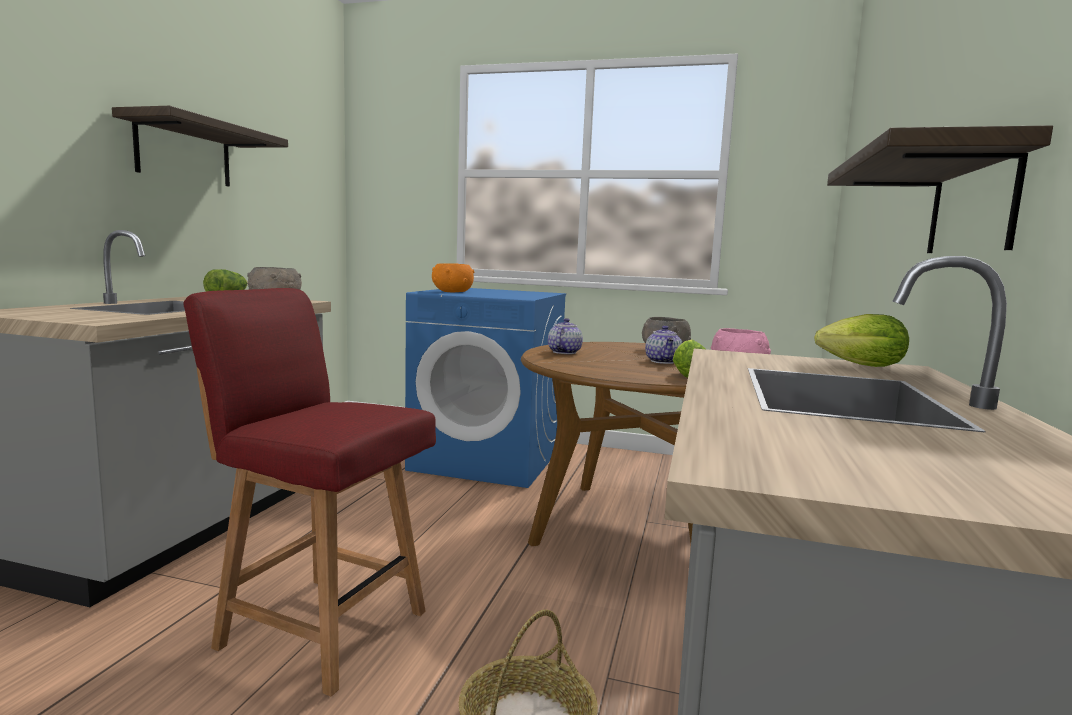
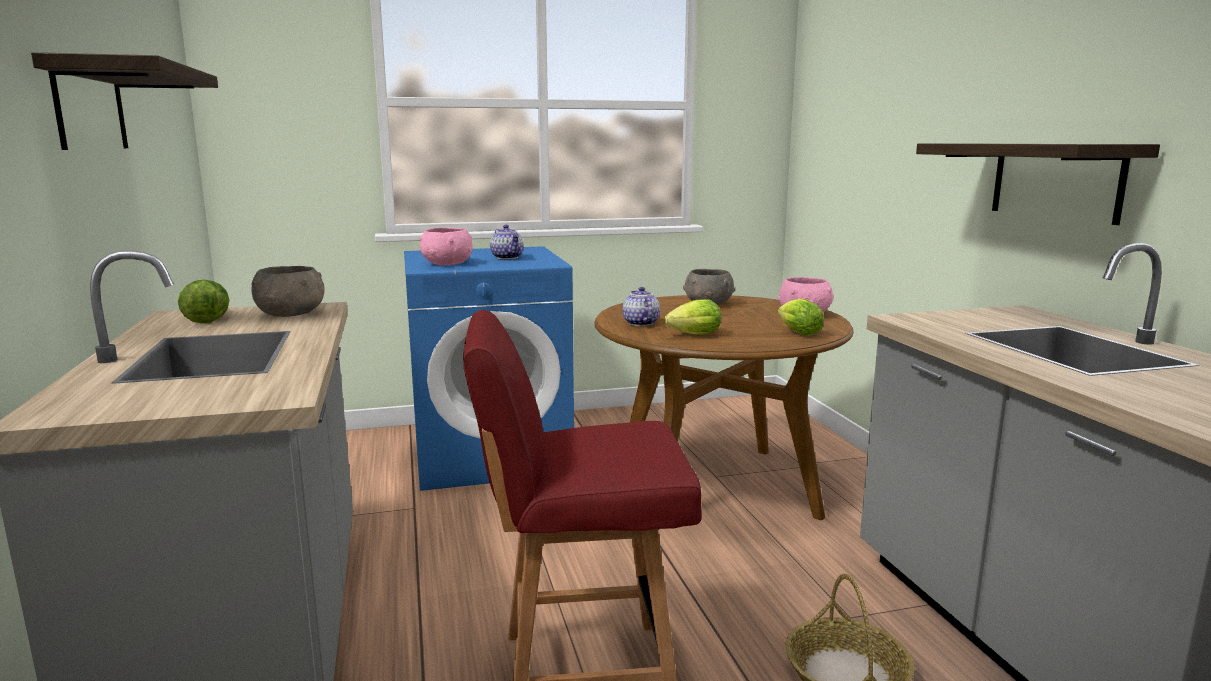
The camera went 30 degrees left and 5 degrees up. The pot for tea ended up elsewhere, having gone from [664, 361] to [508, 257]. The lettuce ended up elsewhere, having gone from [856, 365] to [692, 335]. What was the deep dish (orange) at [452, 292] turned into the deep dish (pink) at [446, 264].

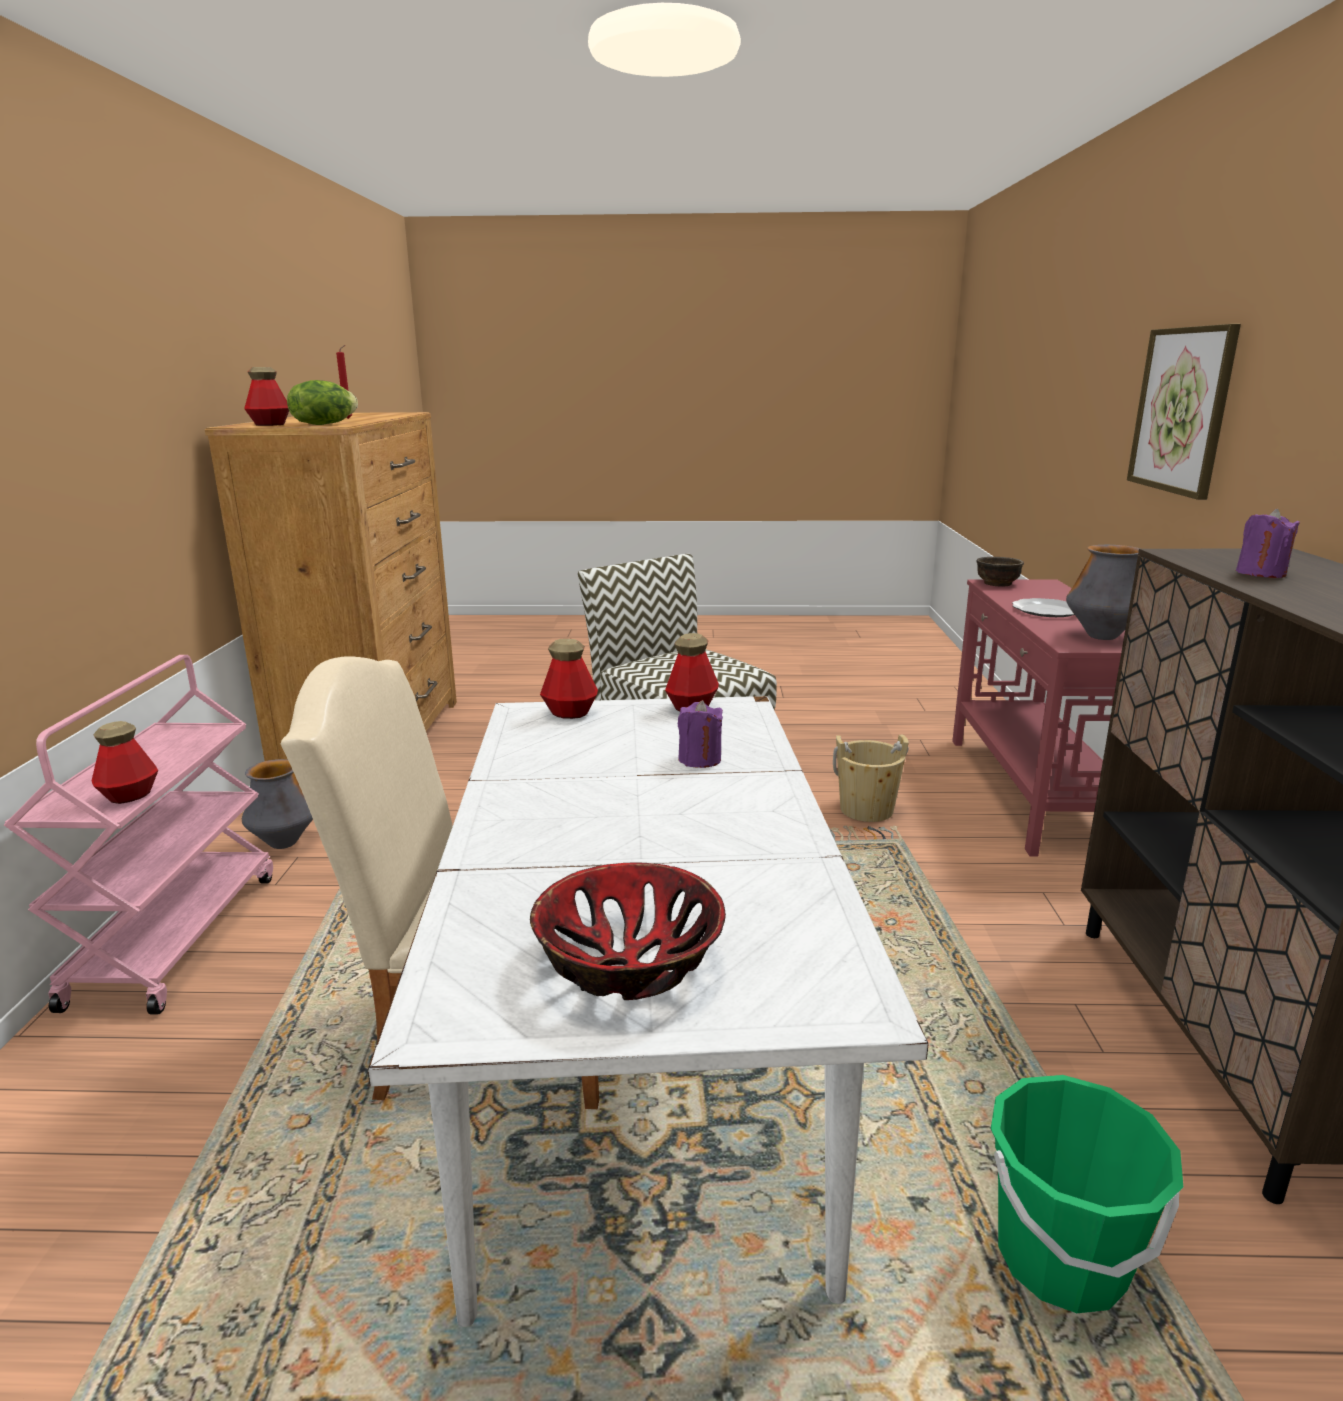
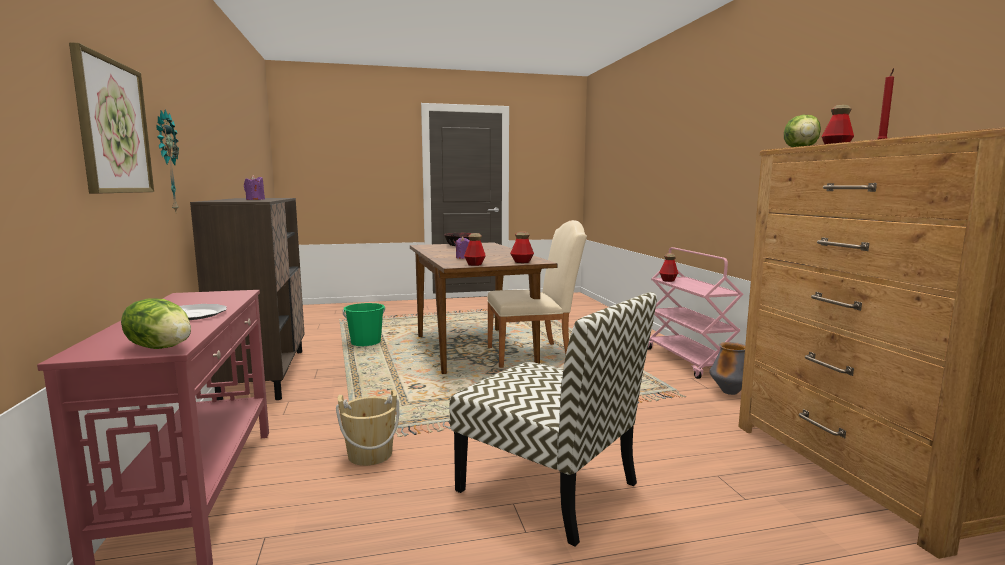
The camera went 165 degrees right and 10 degrees down. The second view lost the decorative vase at [1101, 636]. The second view gained the hanging clock at [165, 162]. Where the deep dish (brownish) stood at [997, 584], the lettuce came to stand at [161, 347]. What was the dining table (whitish) at [644, 1105] turned into the dining table (brownish) at [474, 349].

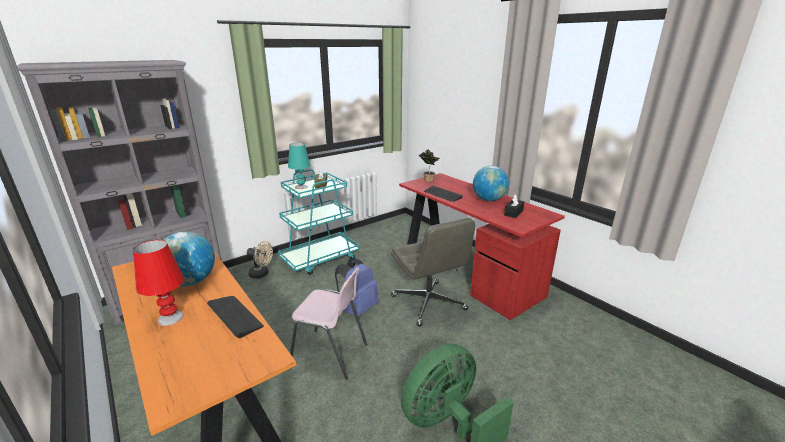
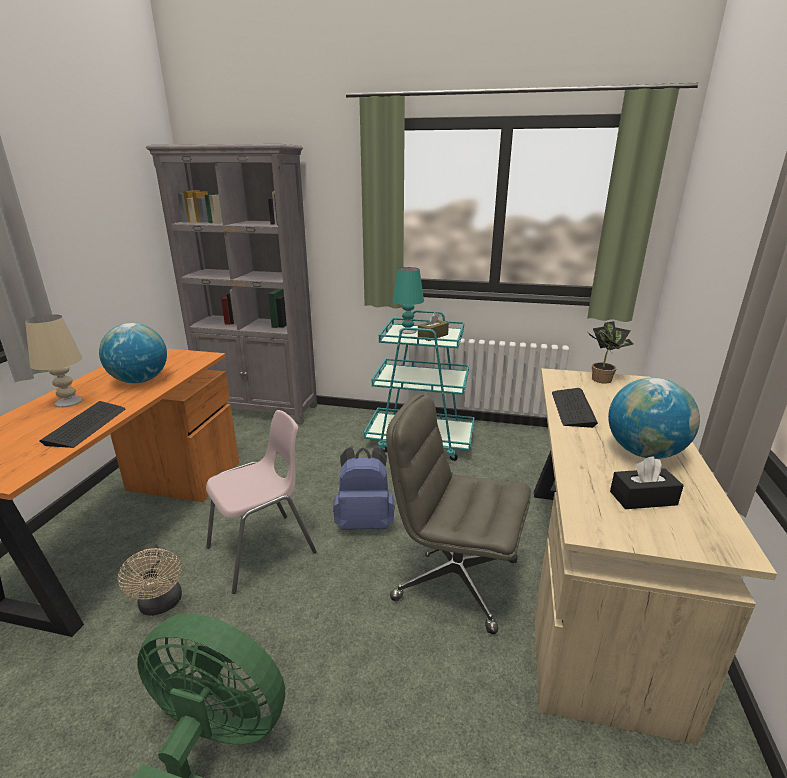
The camera went 50 degrees right and 0 degrees up. The electric fan (beige-coloured) ended up elsewhere, having gone from [262, 274] to [161, 605]. What was the tabletop lamp (red) at [171, 318] turned into the tabletop lamp (beige-coloured) at [68, 402]. What was the desk table (red) at [467, 272] turned into the desk table (beige-coloured) at [590, 577]. The plain chair (pink) at [330, 354] ended up facing another way, 105 degrees counterclockwise from before. The computer chair (grey) at [429, 303] ended up facing another way, 90 degrees clockwise from before.

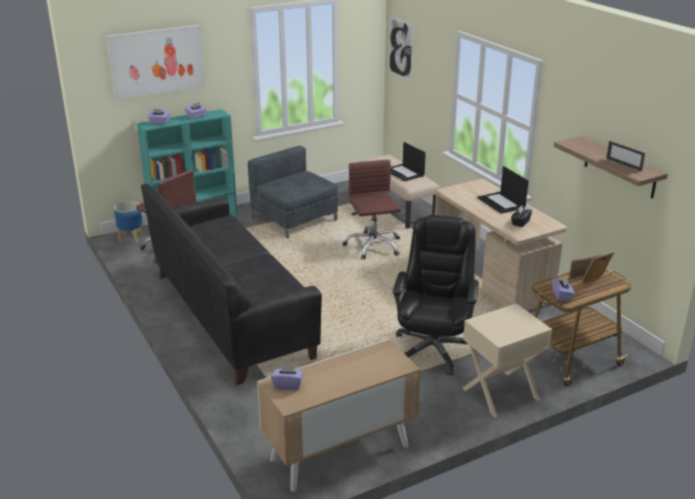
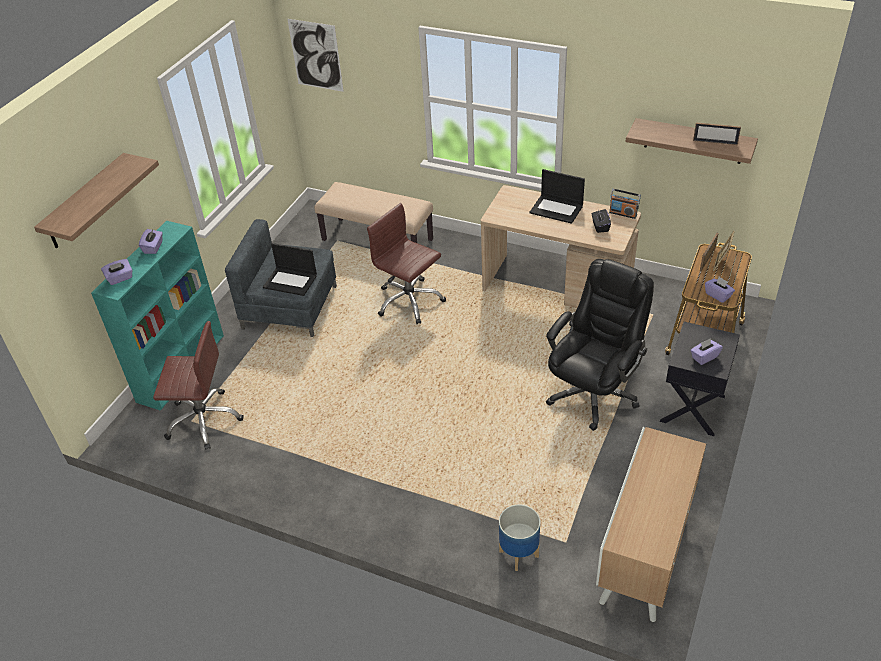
The camera went 35 degrees left and 15 degrees up. The second view lost the sofa (black) at [231, 315]. The second view gained the radio receiver at [623, 213]. The planter ended up elsewhere, having gone from [131, 238] to [518, 554]. The tissue box (purple) ended up elsewhere, having gone from [288, 385] to [704, 357]. The portable computer ended up elsewhere, having gone from [404, 173] to [291, 281]. Where the wall art hung at [156, 61], the shelf came to hang at [86, 202]. What was the nightstand (beige-coloured) at [501, 394] turned into the nightstand (black) at [693, 409]. The computer chair (black) at [433, 348] ended up facing another way, 60 degrees clockwise from before.

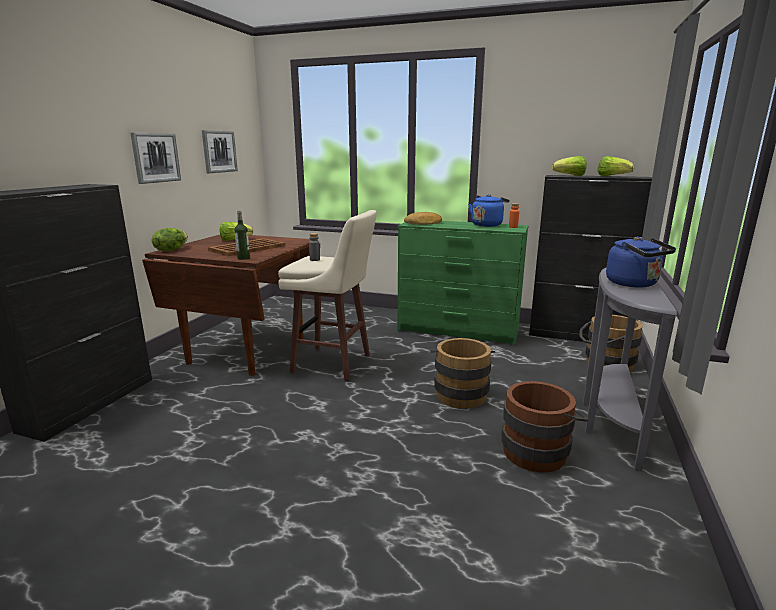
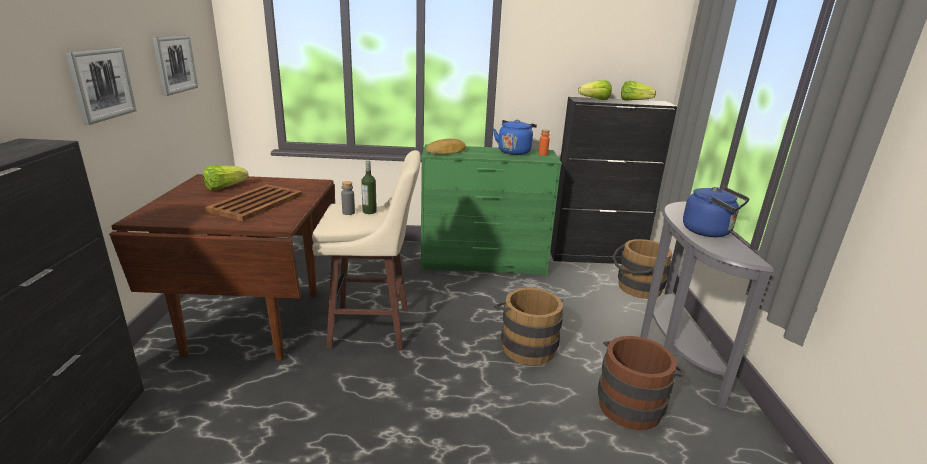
The camera went 20 degrees left and 5 degrees up. The second view lost the lettuce at [171, 250]. The bottle ended up elsewhere, having gone from [243, 258] to [369, 211].

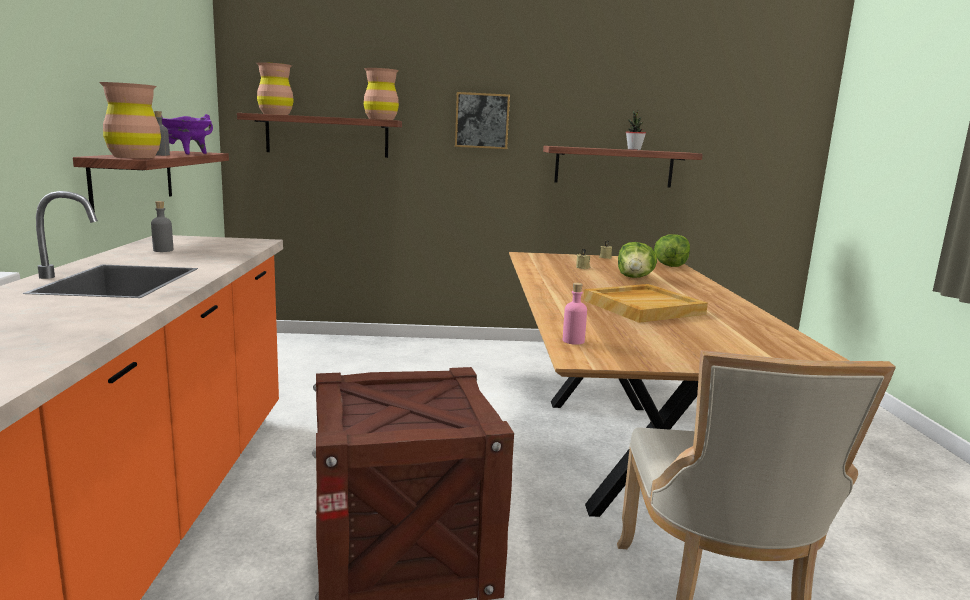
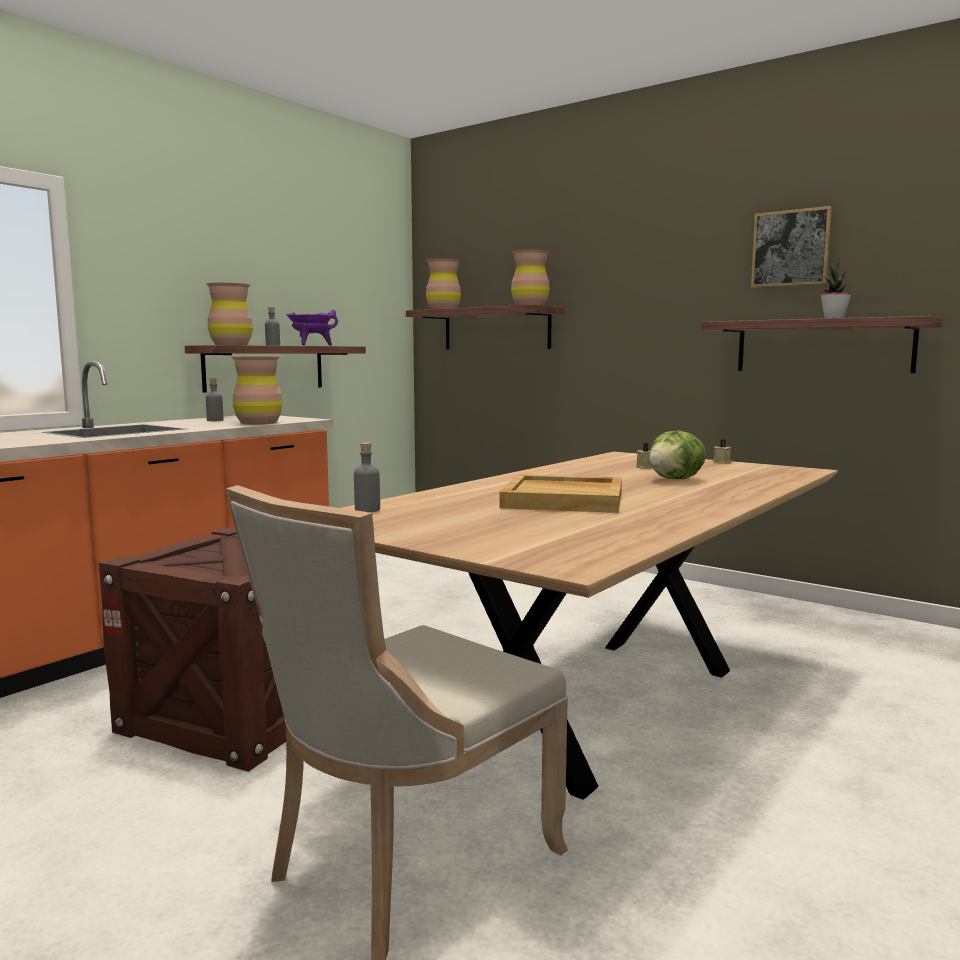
The camera went 40 degrees right and 5 degrees down. The second view lost the lettuce at [670, 266]. The second view gained the decorative vase (brownish) at [258, 423]. The wall art ended up elsewhere, having gone from [482, 120] to [790, 248]. What was the bottle (pink) at [573, 341] turned into the bottle (grey) at [367, 510].

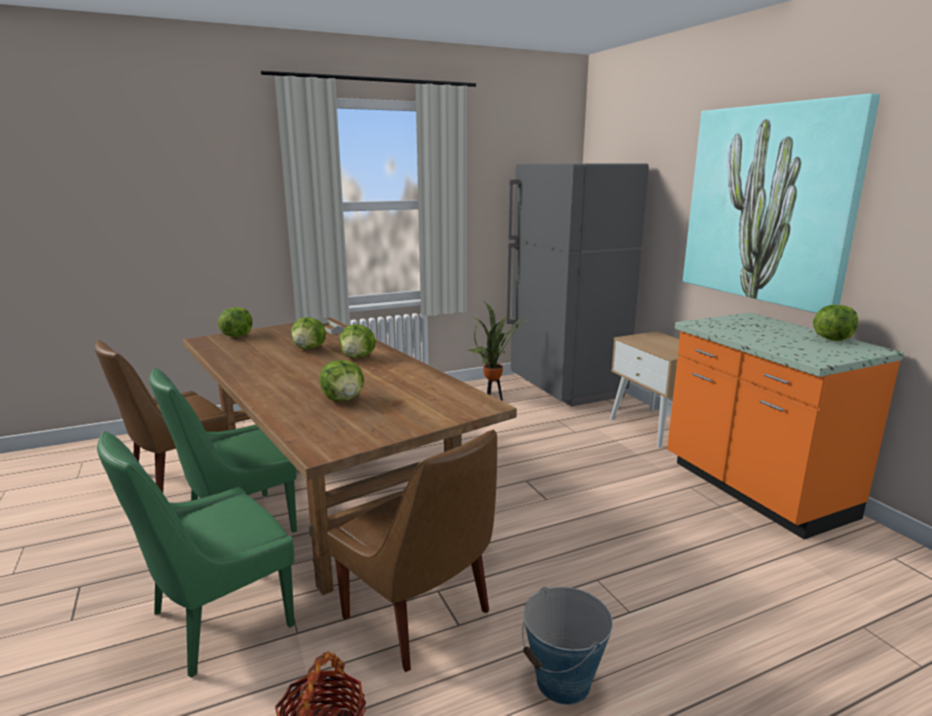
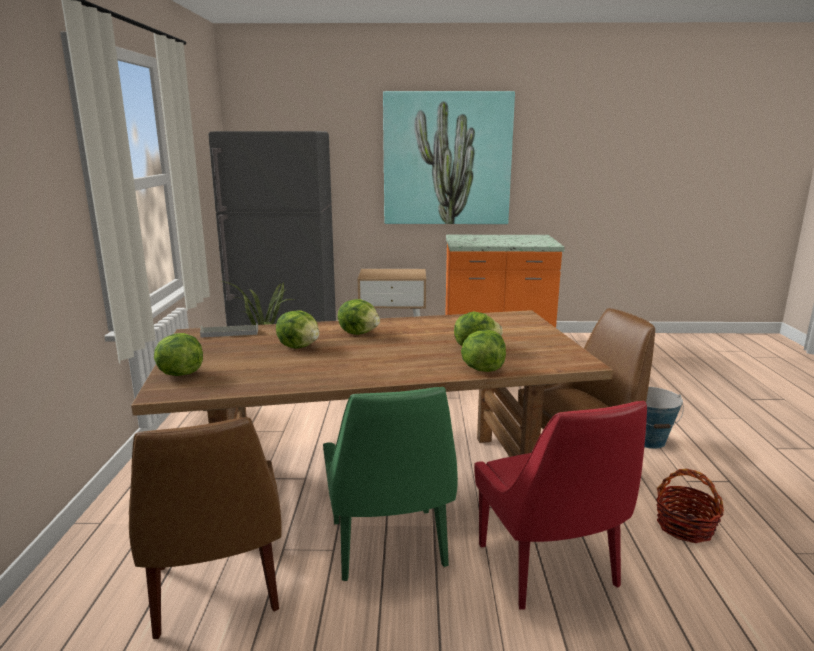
The camera went 65 degrees left and 0 degrees up. The lettuce ended up elsewhere, having gone from [832, 339] to [482, 369]. What was the plain chair (green) at [216, 621] turned into the plain chair (red) at [549, 568].

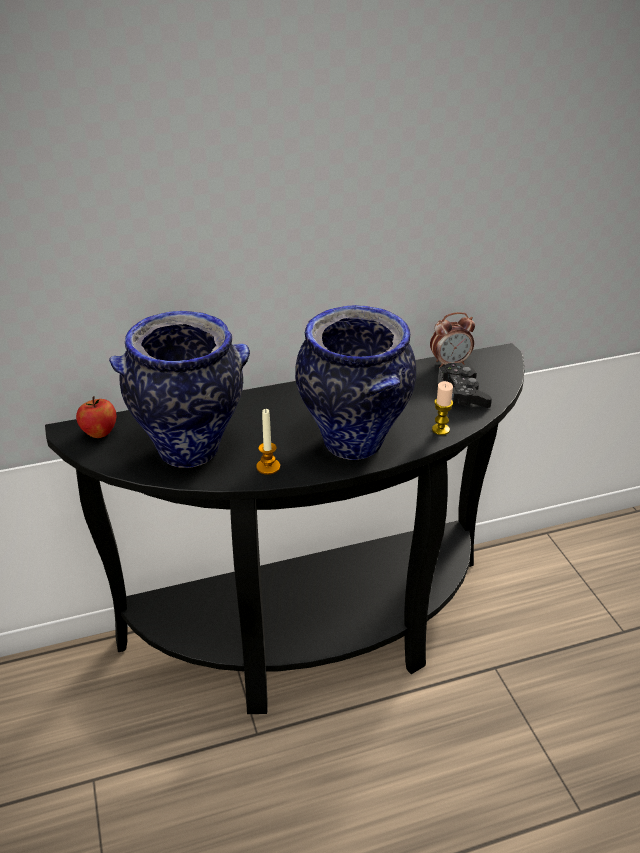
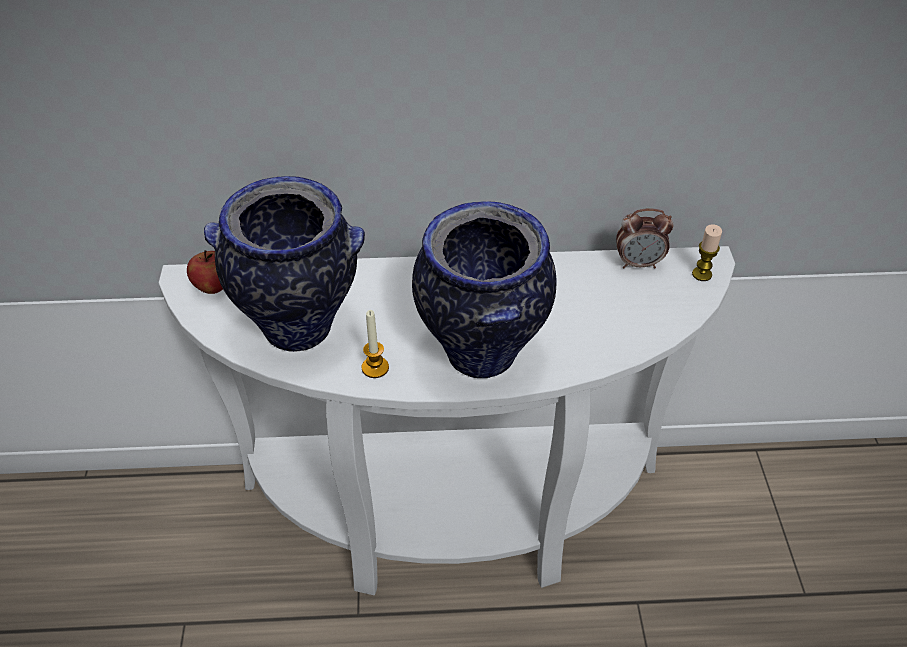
The camera went 15 degrees right and 10 degrees up. The second view lost the joypad (black) at [463, 394]. The wax light ended up elsewhere, having gone from [440, 429] to [701, 274]. What was the hall table (black) at [316, 636] turned into the hall table (whitish) at [452, 518].

